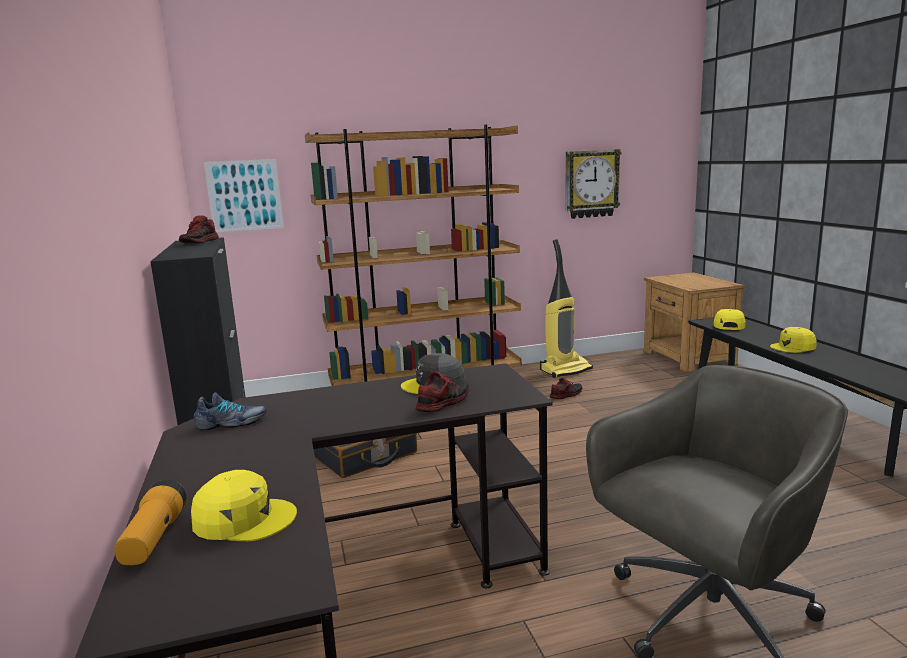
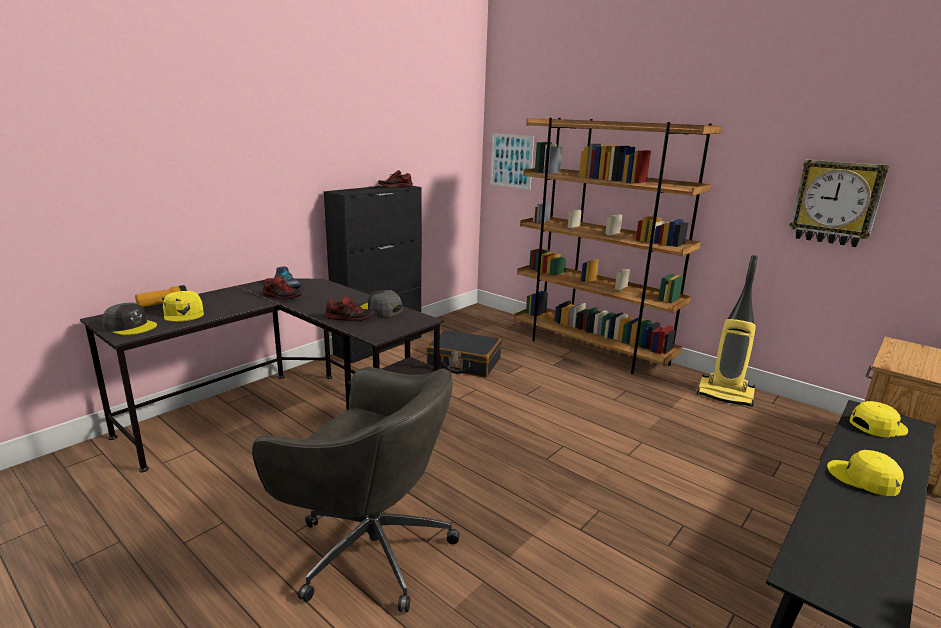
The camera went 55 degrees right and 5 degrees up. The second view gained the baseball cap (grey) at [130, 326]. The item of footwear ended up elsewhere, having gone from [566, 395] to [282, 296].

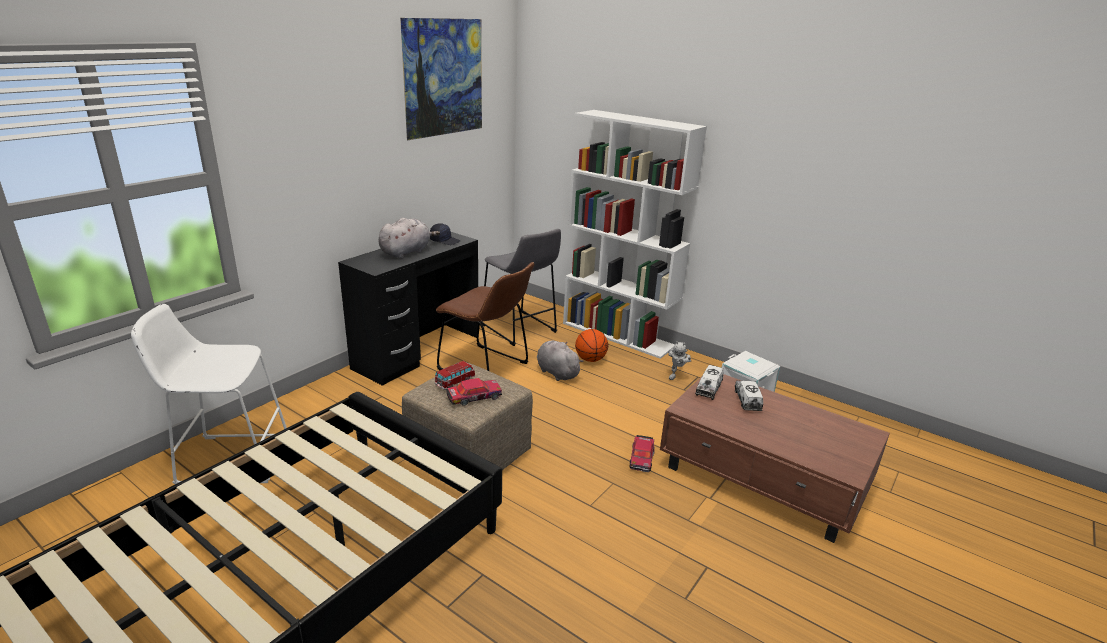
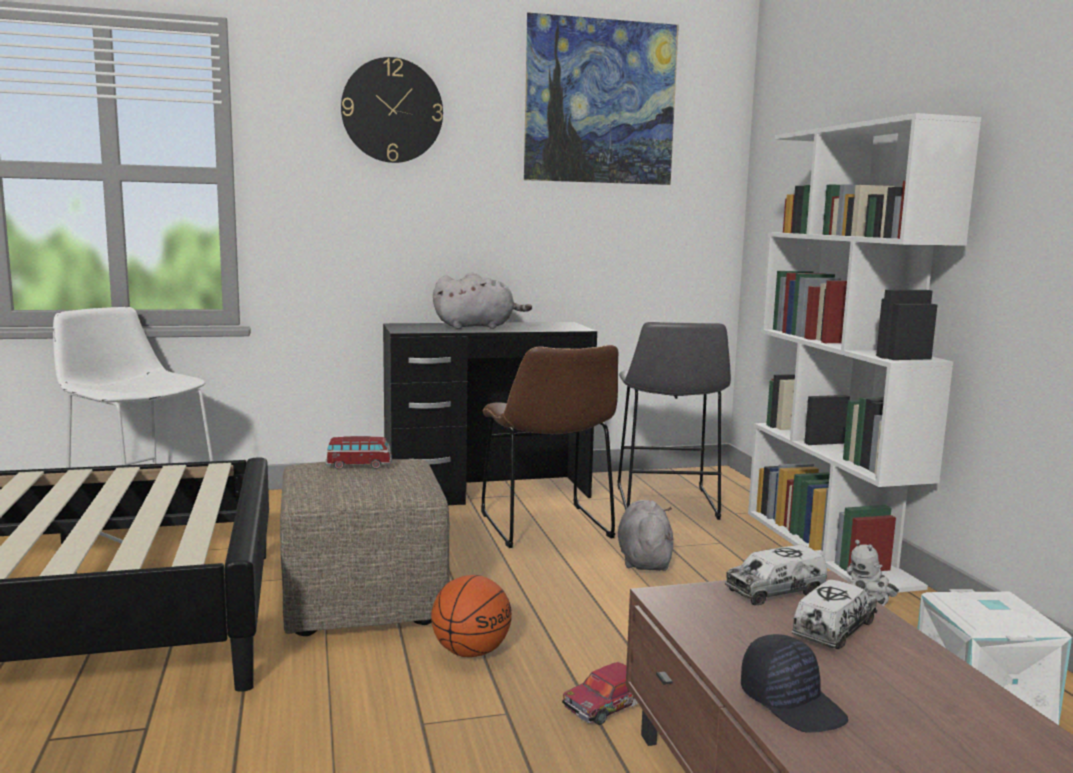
The camera went 40 degrees right and 15 degrees down. The second view lost the model car at [473, 397]. The second view gained the hanging clock at [392, 110]. The baseball cap (black) ended up elsewhere, having gone from [445, 241] to [792, 703]. The ball for basketball ended up elsewhere, having gone from [590, 359] to [471, 652].

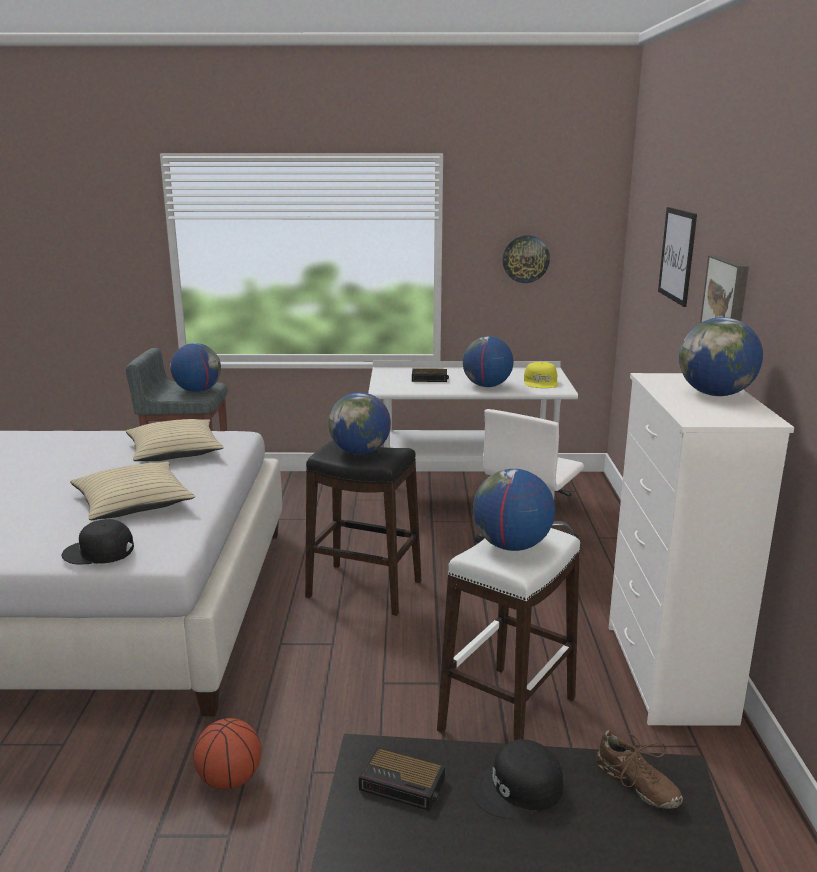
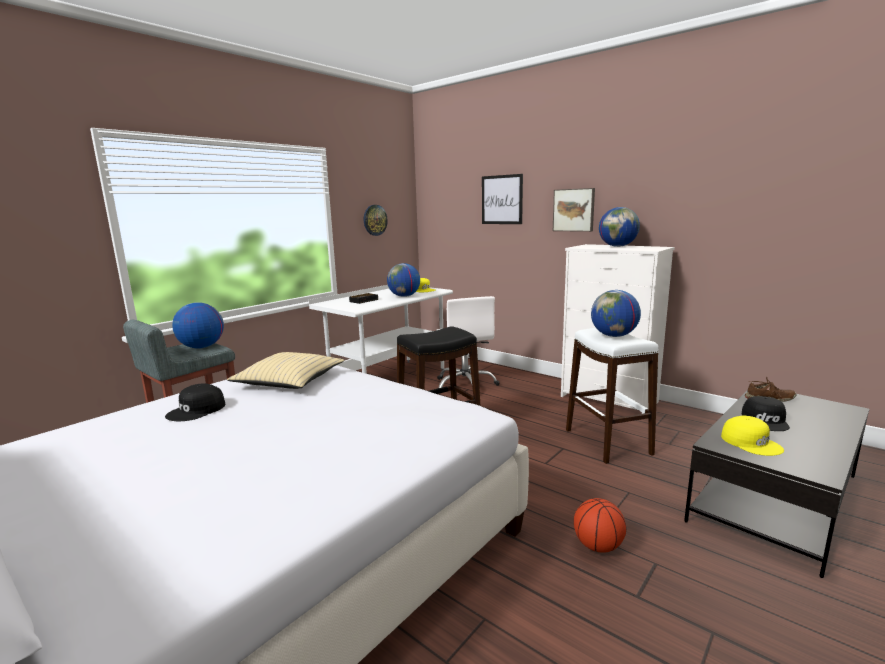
The camera went 50 degrees left and 5 degrees down. The second view lost the pillow (beige-coloured) at [133, 503]. The second view lost the world globe at [360, 452]. The baseball cap (black) ended up elsewhere, having gone from [99, 552] to [197, 410]. Where the bedside clock stood at [404, 784], the baseball cap (yellow-coloured) came to stand at [751, 442].

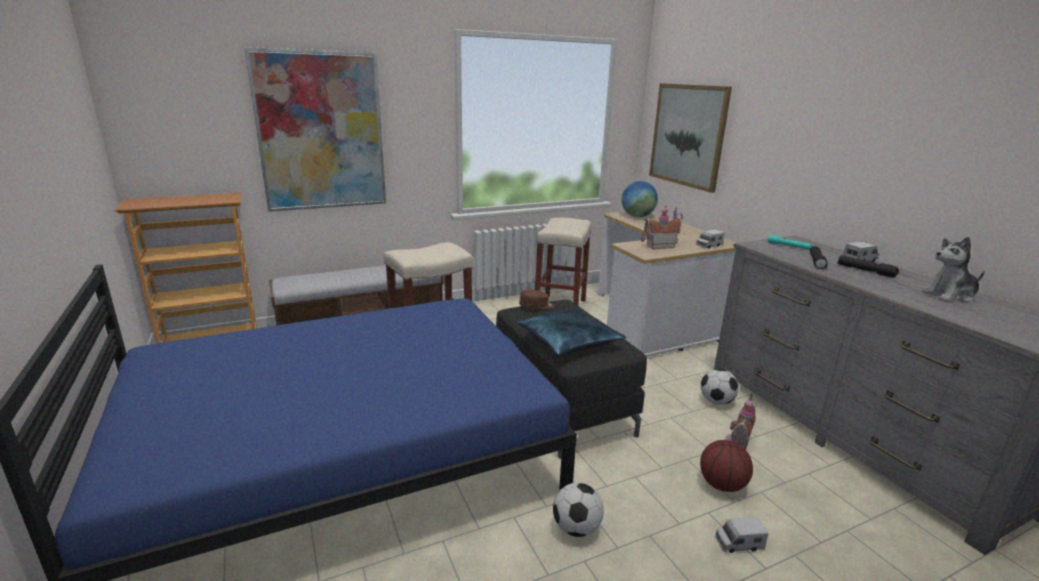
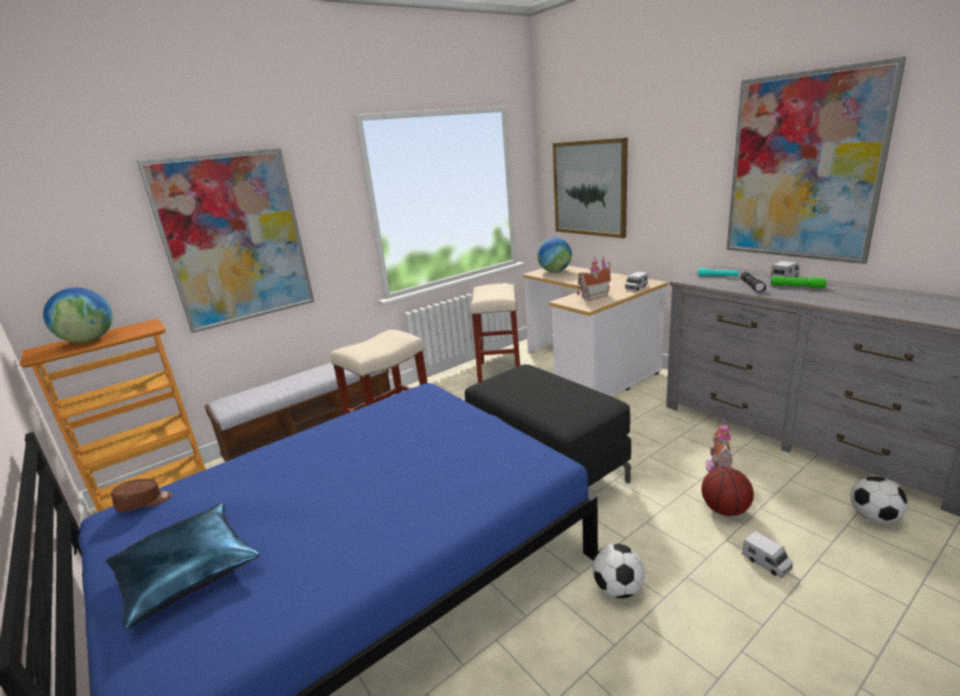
The camera went 10 degrees left and 0 degrees up. The second view lost the cuddly toy at [950, 295]. The second view gained the world globe at [89, 340]. The second view gained the wall art at [803, 168]. The pillow (blue-coloured) ended up elsewhere, having gone from [568, 340] to [186, 571]. The baseball cap (brownish) ended up elsewhere, having gone from [536, 306] to [144, 502]. The football ended up elsewhere, having gone from [716, 401] to [874, 517]. What was the hand torch (black) at [866, 271] turned into the hand torch (green) at [797, 287]. The model truck at [738, 543] ended up facing another way, 105 degrees counterclockwise from before.

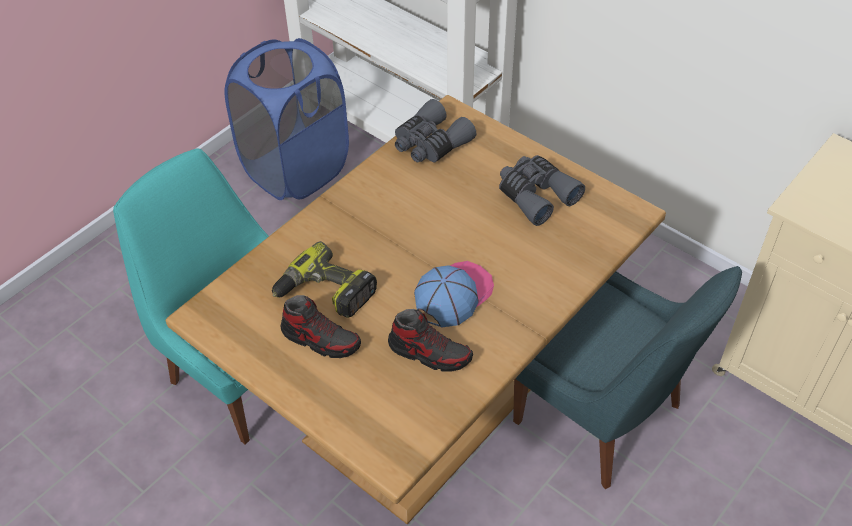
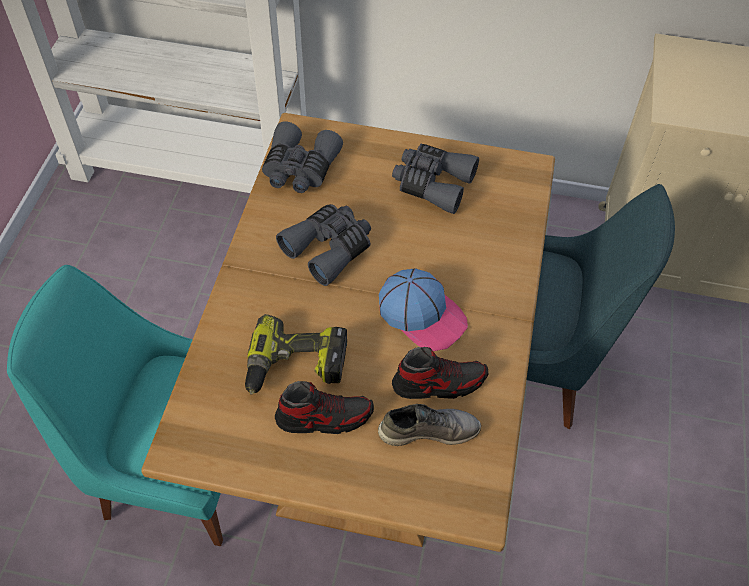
The camera went 30 degrees left and 5 degrees up. The second view lost the hamper (blue-coloured) at [296, 169]. The second view gained the field glasses (grey) at [329, 248]. The second view gained the item of footwear (grey) at [428, 430]. The baseball cap at [453, 295] ended up facing another way, 120 degrees clockwise from before.

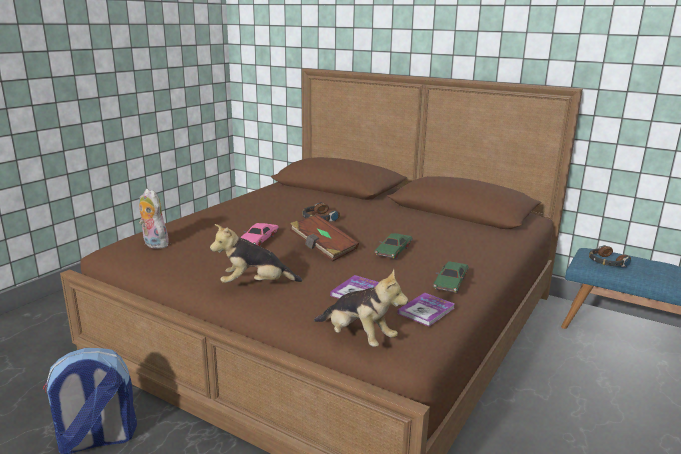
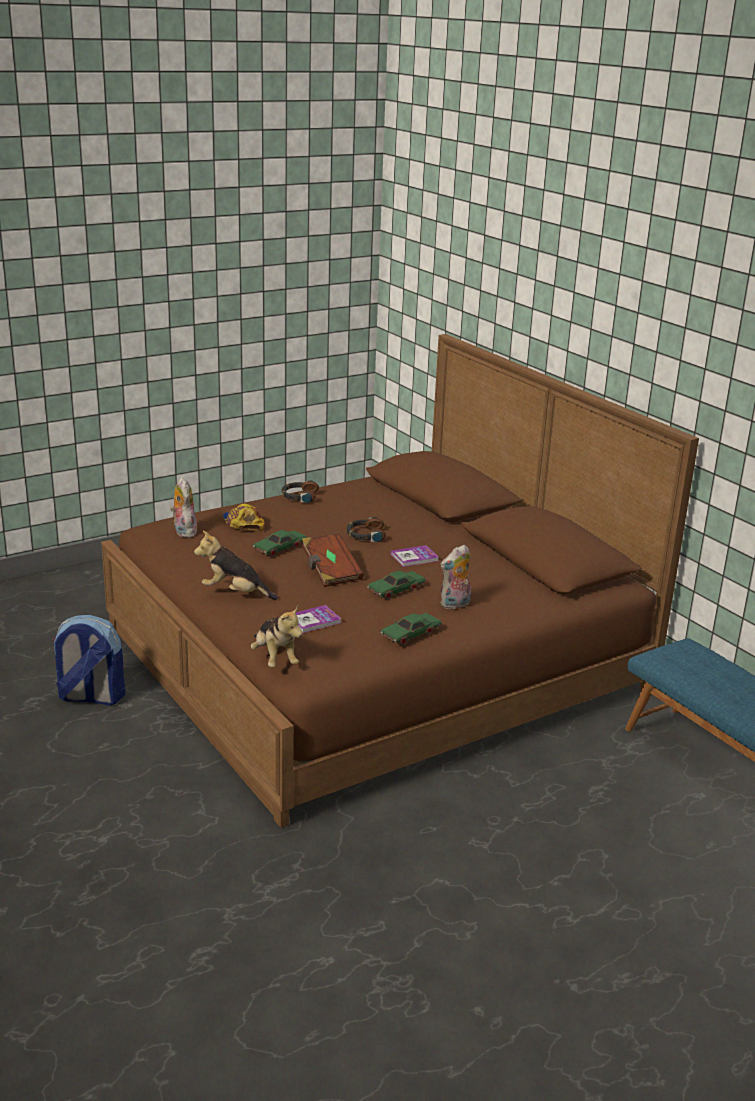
The camera went 25 degrees right and 5 degrees up. The second view gained the baseball cap at [243, 524]. The second view gained the cuddly toy at [455, 605]. The book ended up elsewhere, having gone from [426, 310] to [414, 557]. The headset ended up elsewhere, having gone from [606, 262] to [299, 496]. What was the model car (pink) at [259, 240] turned into the model car (green) at [280, 548].

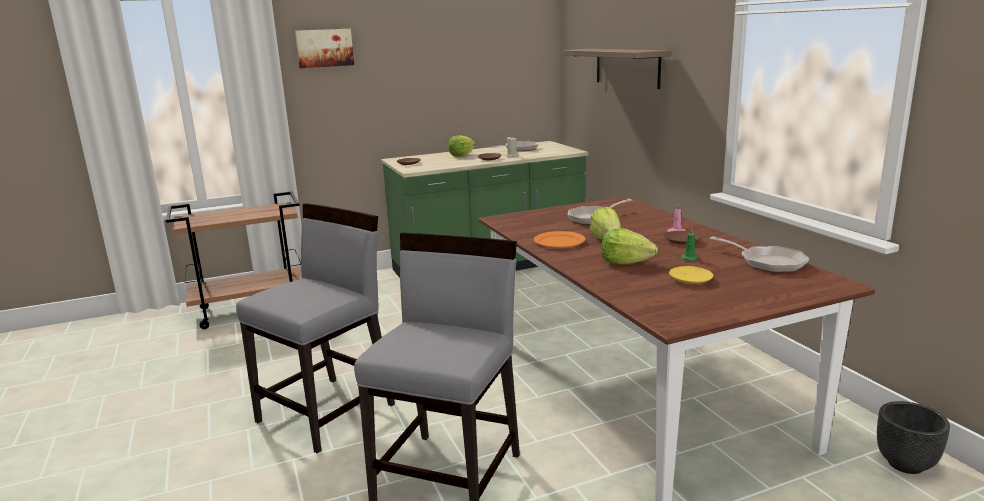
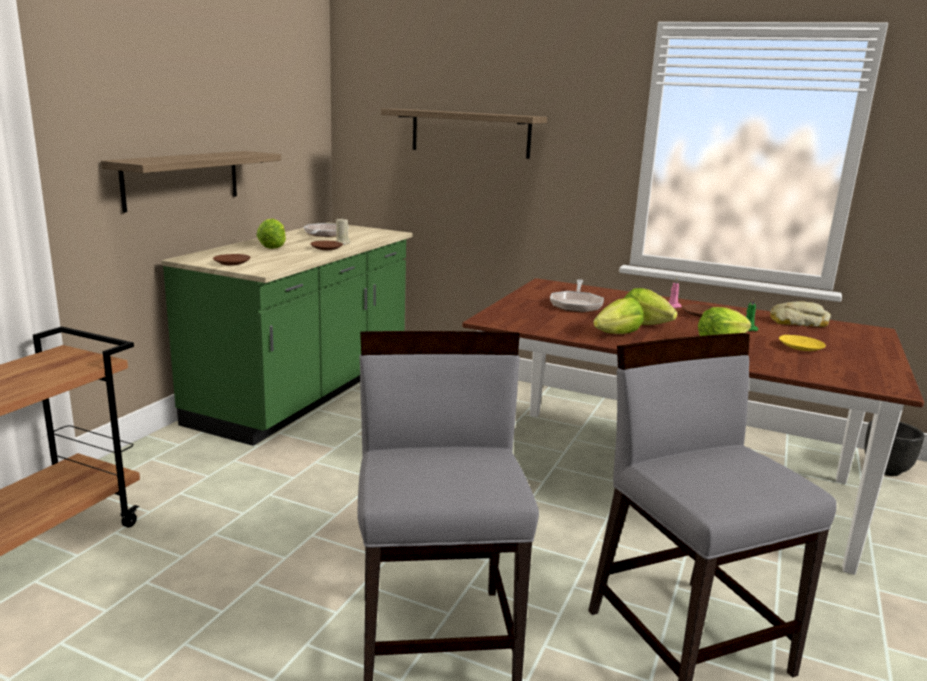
The camera went 45 degrees left and 0 degrees up. The second view lost the wall art at [324, 48]. The second view gained the shelf at [182, 179]. Where the plate (orange) stood at [559, 242], the lettuce came to stand at [617, 334]. Where the skillet stood at [767, 262], the bread came to stand at [798, 322].

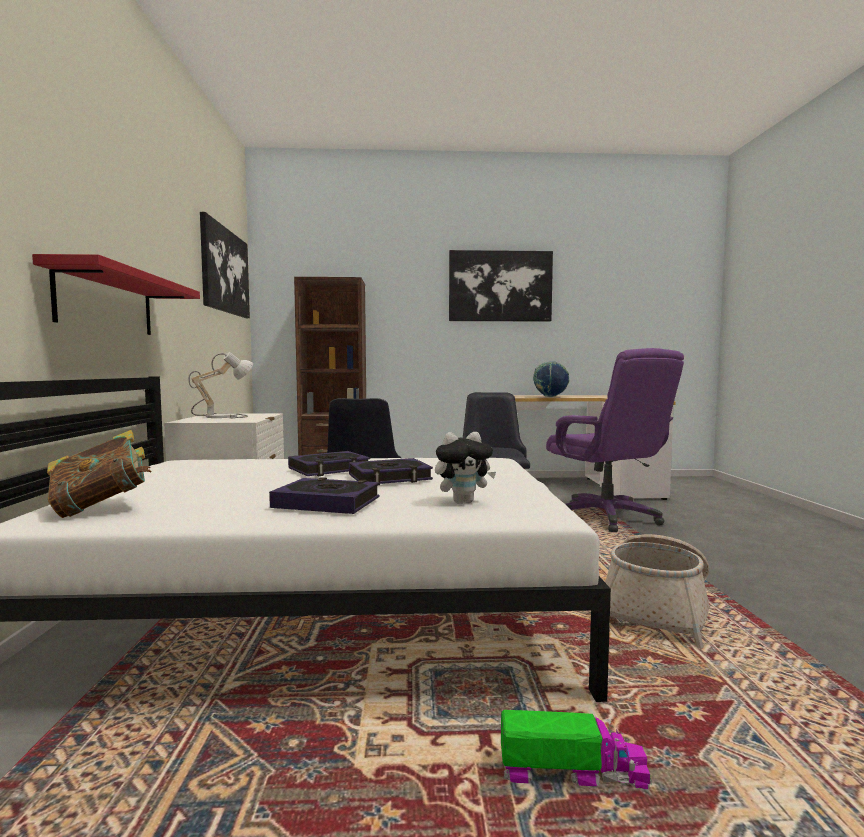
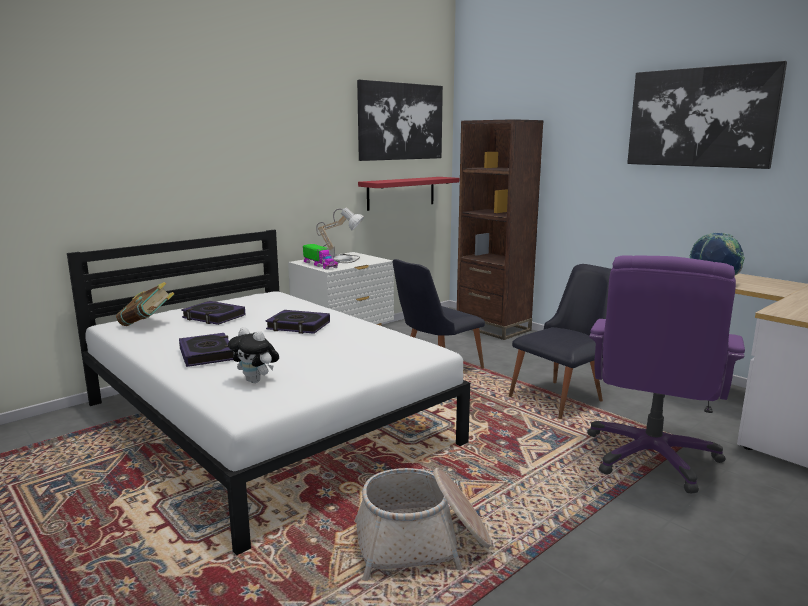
The camera went 50 degrees right and 10 degrees up. The shelf (red) ended up elsewhere, having gone from [106, 302] to [401, 193]. The book ended up elsewhere, having gone from [390, 478] to [213, 317]. The model truck ended up elsewhere, having gone from [572, 772] to [320, 265].

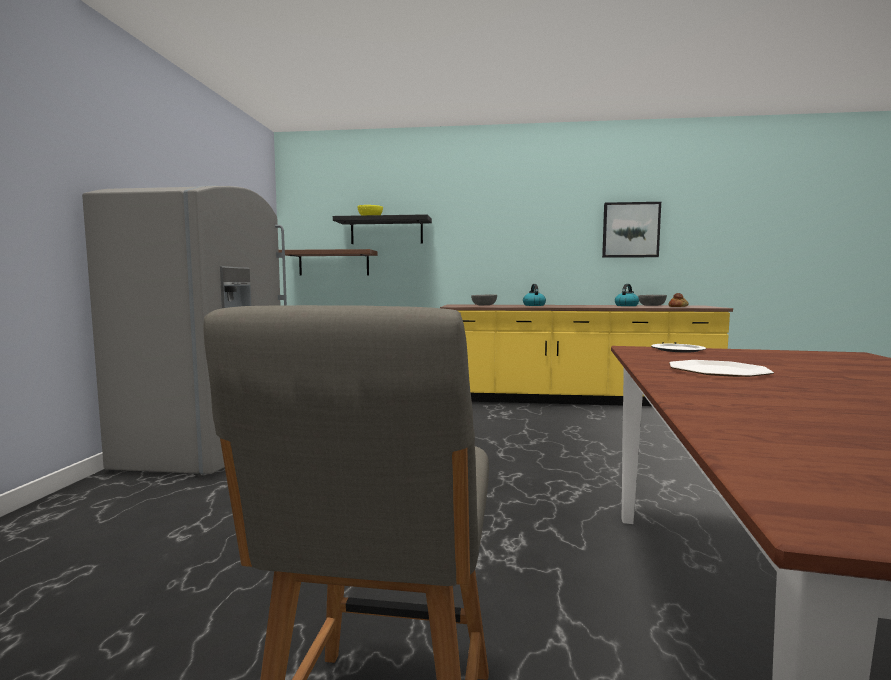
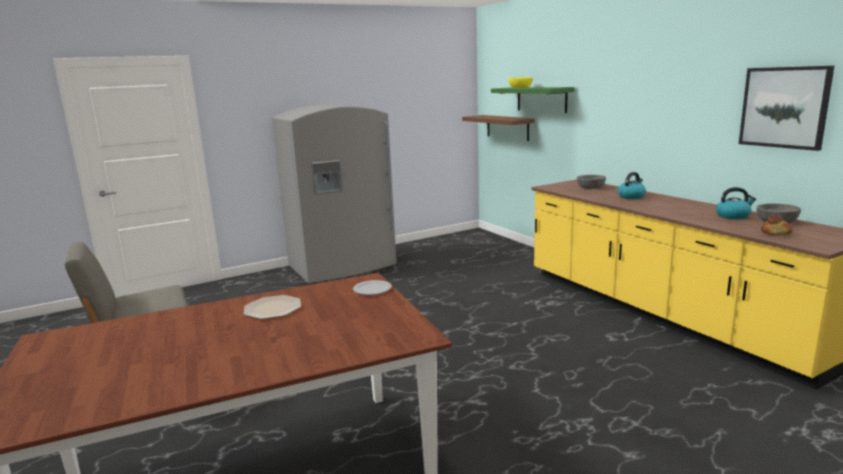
The camera went 55 degrees right and 10 degrees up. What was the shelf (black) at [386, 231] turned into the shelf (green) at [541, 99].

